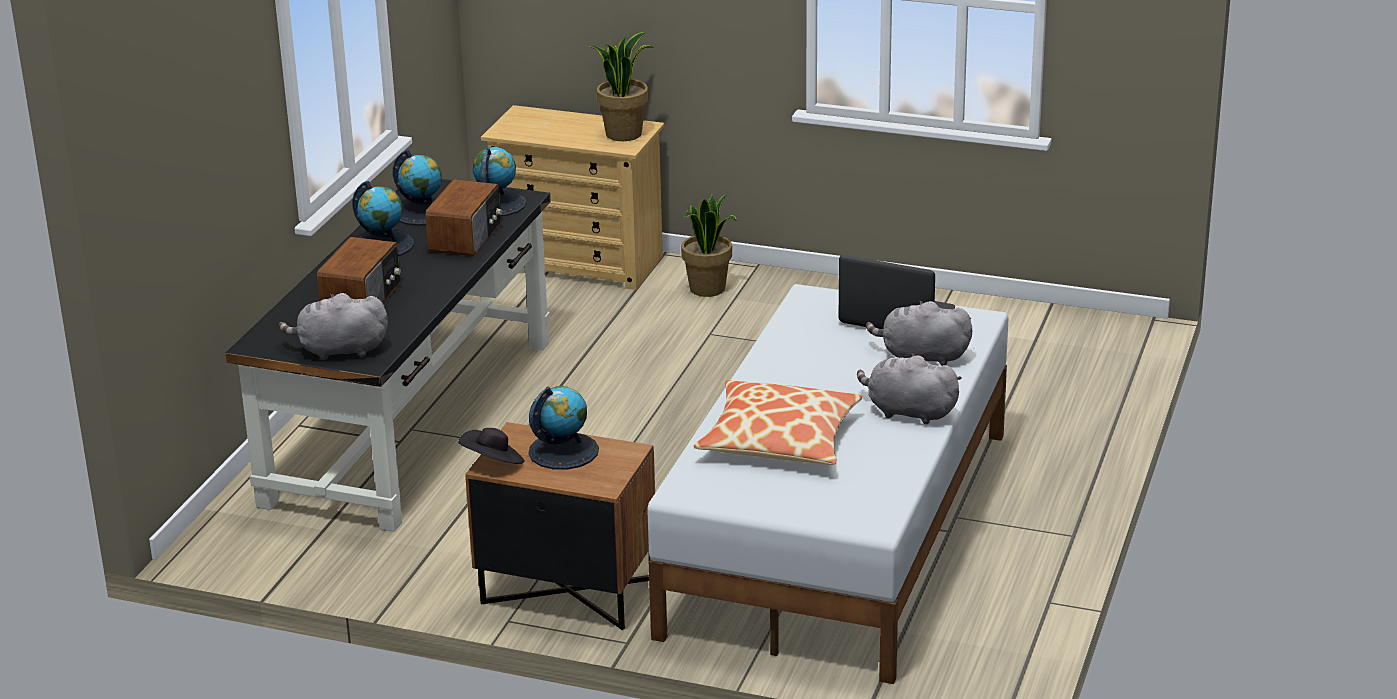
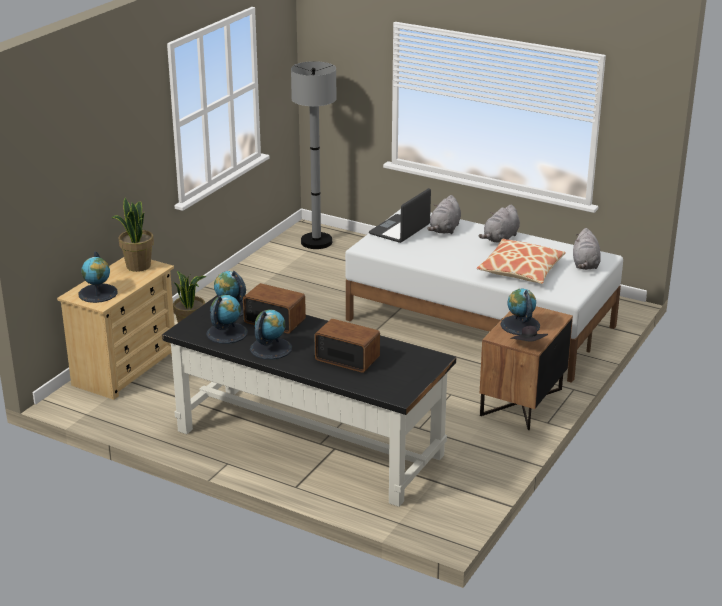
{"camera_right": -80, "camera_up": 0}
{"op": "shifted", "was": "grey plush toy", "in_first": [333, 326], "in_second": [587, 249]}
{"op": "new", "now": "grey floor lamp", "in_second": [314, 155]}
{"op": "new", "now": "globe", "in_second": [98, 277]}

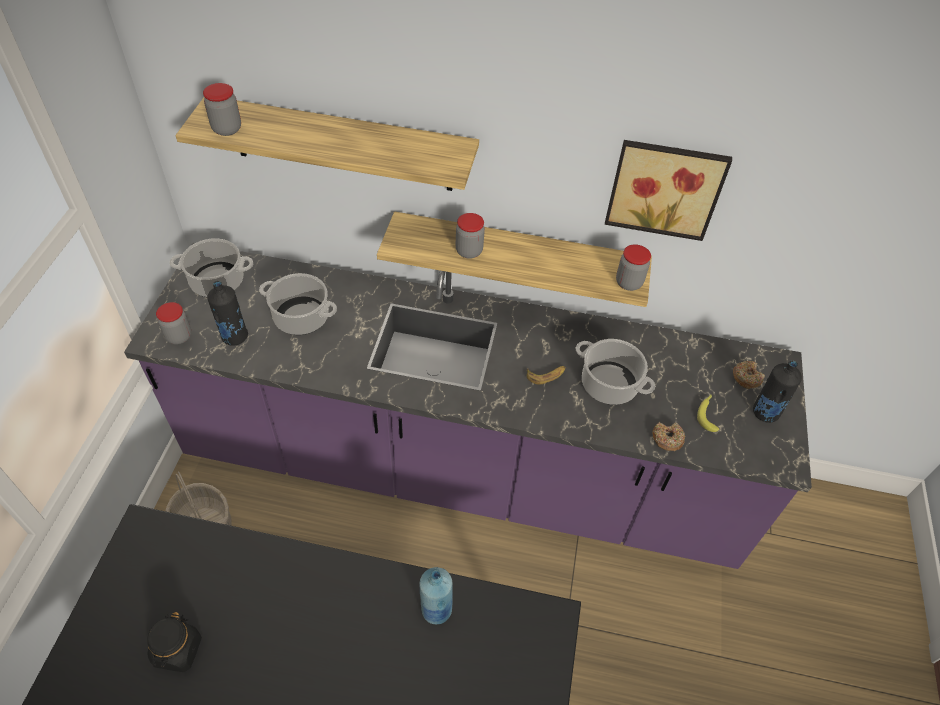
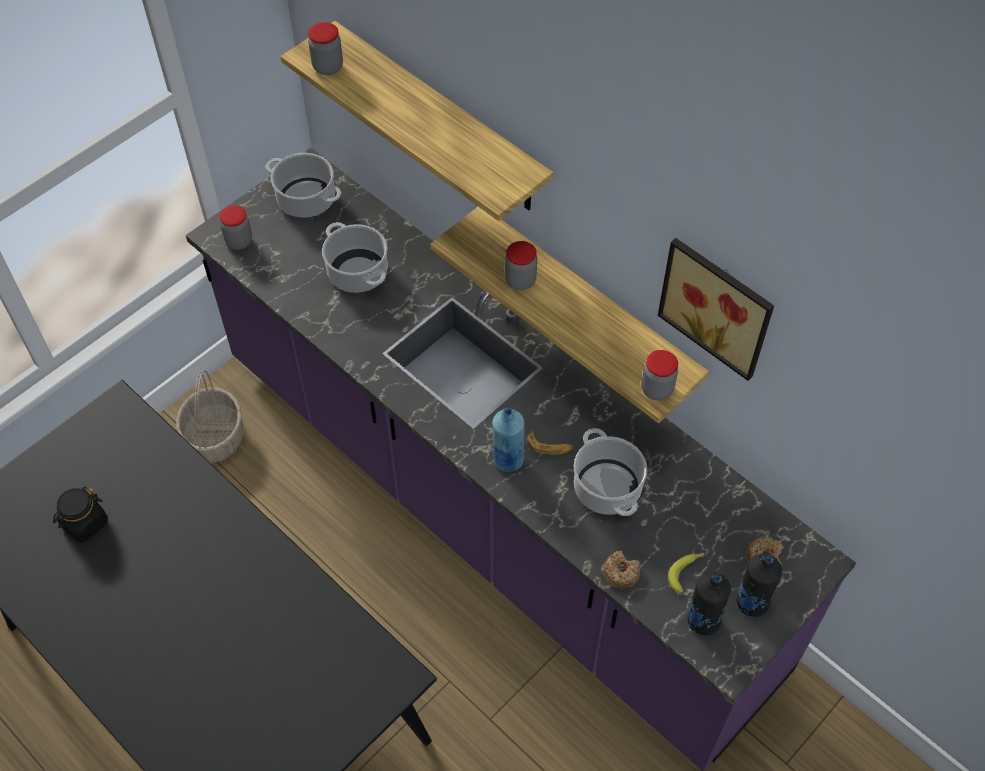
{"camera_right": 35, "camera_up": 5}
{"op": "shifted", "was": "black bottle", "in_first": [227, 313], "in_second": [709, 603]}
{"op": "shifted", "was": "blue bottle", "in_first": [436, 595], "in_second": [508, 440]}

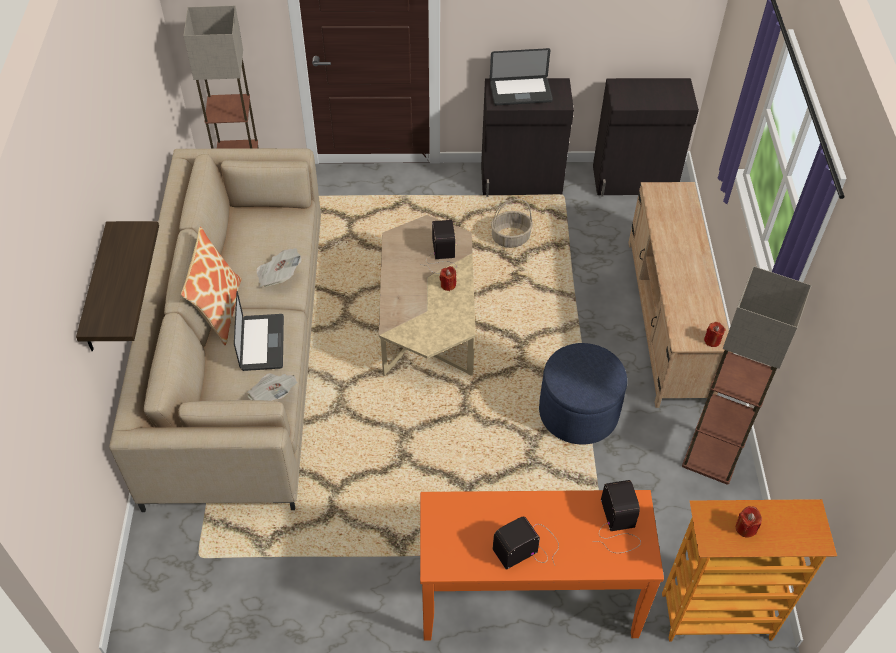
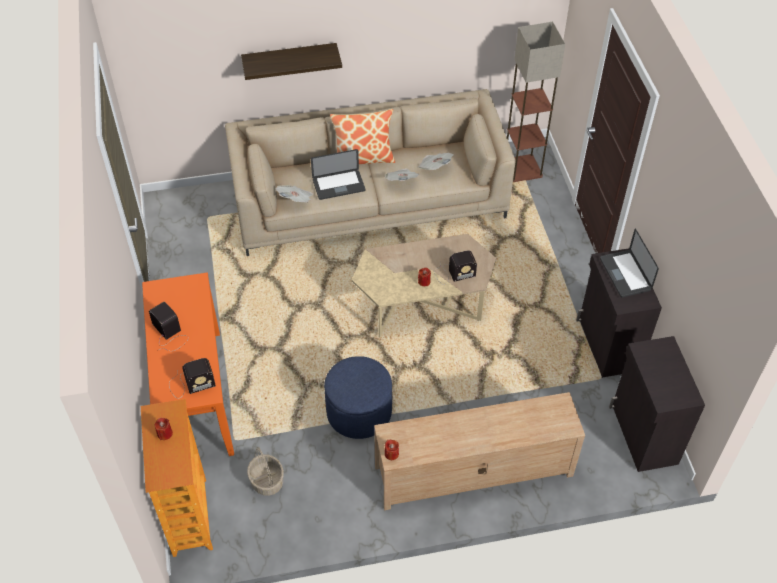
{"camera_right": 80, "camera_up": 0}
{"op": "shifted", "was": "basket", "in_first": [512, 223], "in_second": [265, 471]}
{"op": "gone", "was": "floor lamp", "in_first": [747, 375]}
{"op": "new", "now": "newspaper", "in_second": [436, 161]}

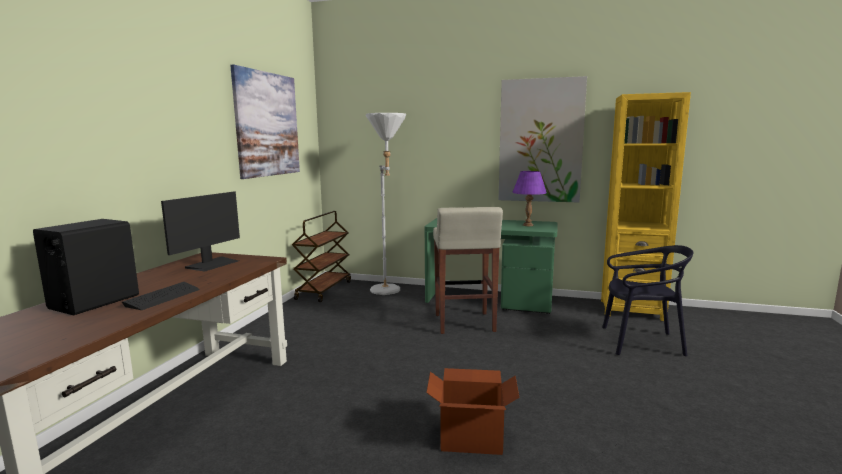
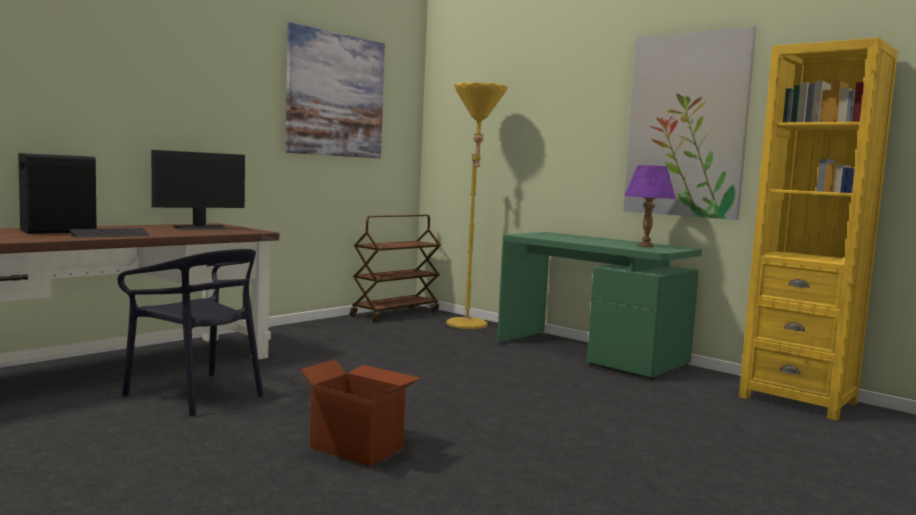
{"camera_right": 25, "camera_up": -5}
{"op": "repainted", "was": "white floor lamp", "now": "yellow floor lamp", "in_first": [386, 204], "in_second": [477, 205]}
{"op": "gone", "was": "beige stool", "in_first": [468, 270]}
{"op": "shifted", "was": "black chair", "in_first": [647, 300], "in_second": [190, 332]}

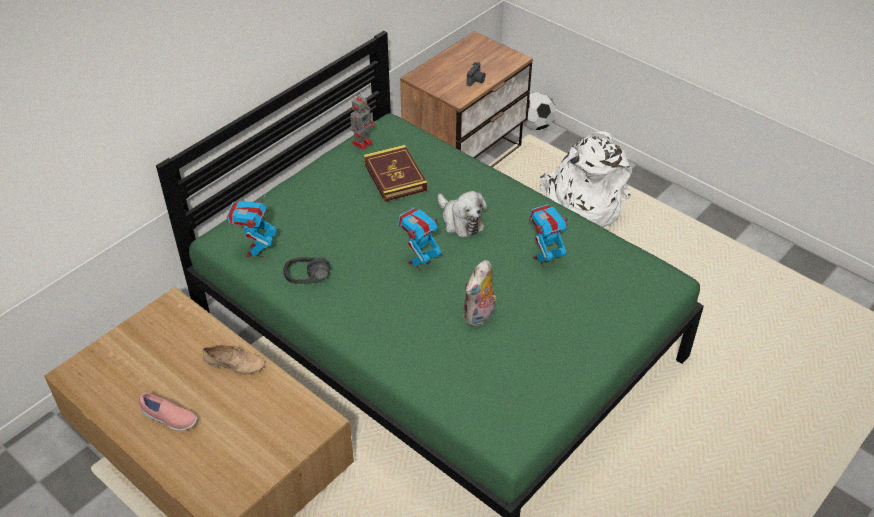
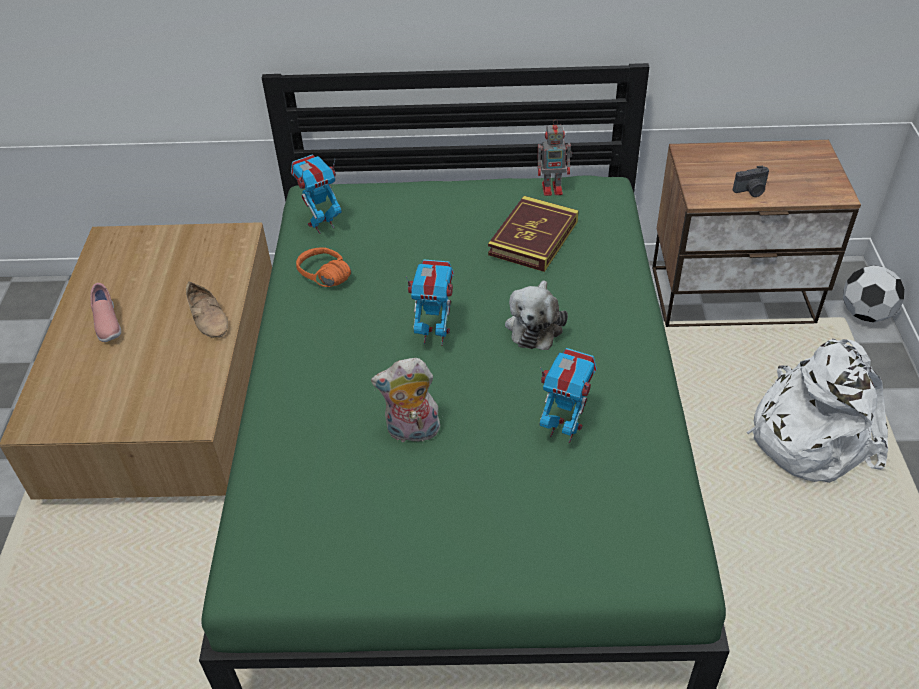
{"camera_right": 50, "camera_up": 0}
{"op": "repainted", "was": "black headphones", "now": "orange headphones", "in_first": [306, 270], "in_second": [323, 267]}

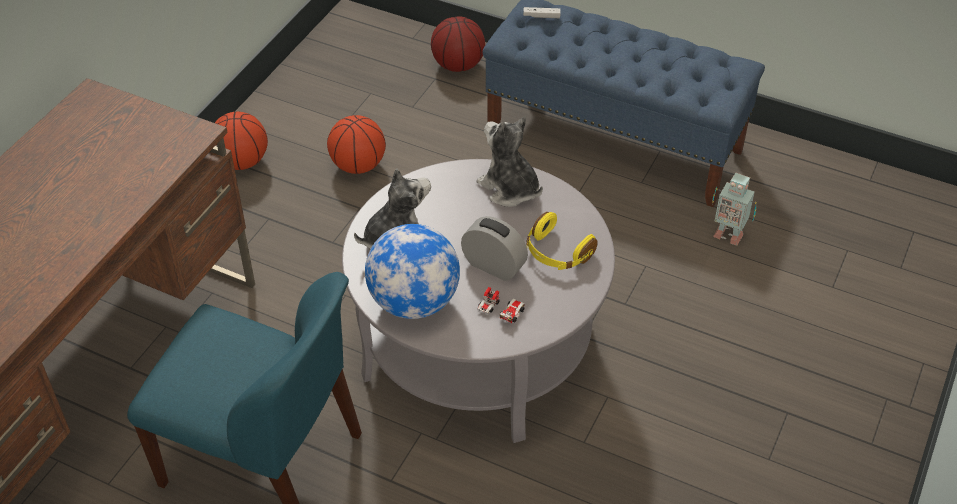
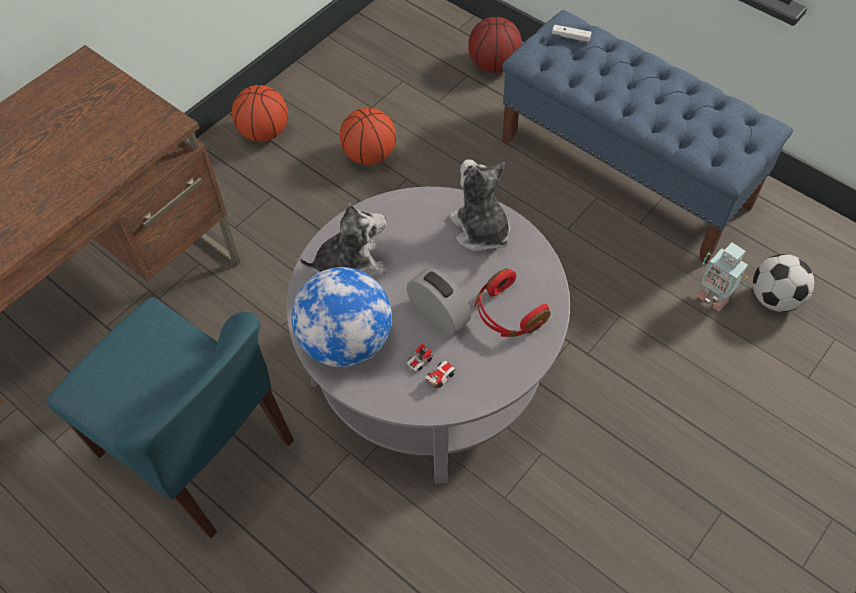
{"camera_right": 15, "camera_up": 10}
{"op": "repainted", "was": "yellow headphones", "now": "red headphones", "in_first": [562, 241], "in_second": [512, 302]}
{"op": "new", "now": "football", "in_second": [783, 283]}

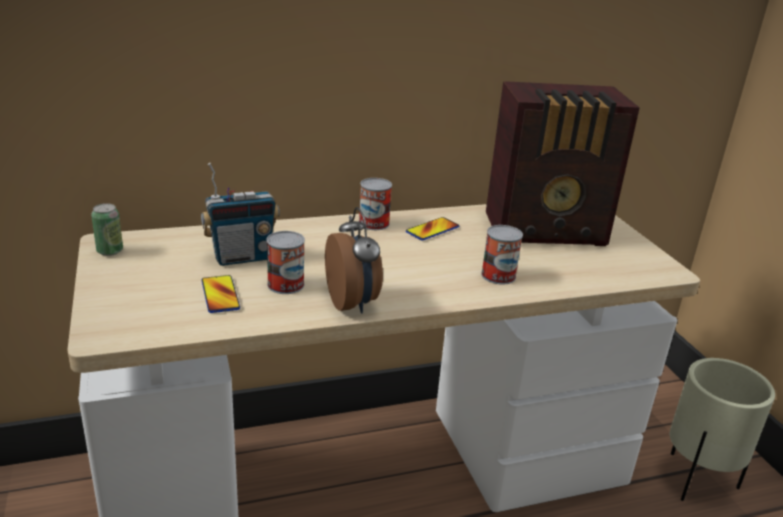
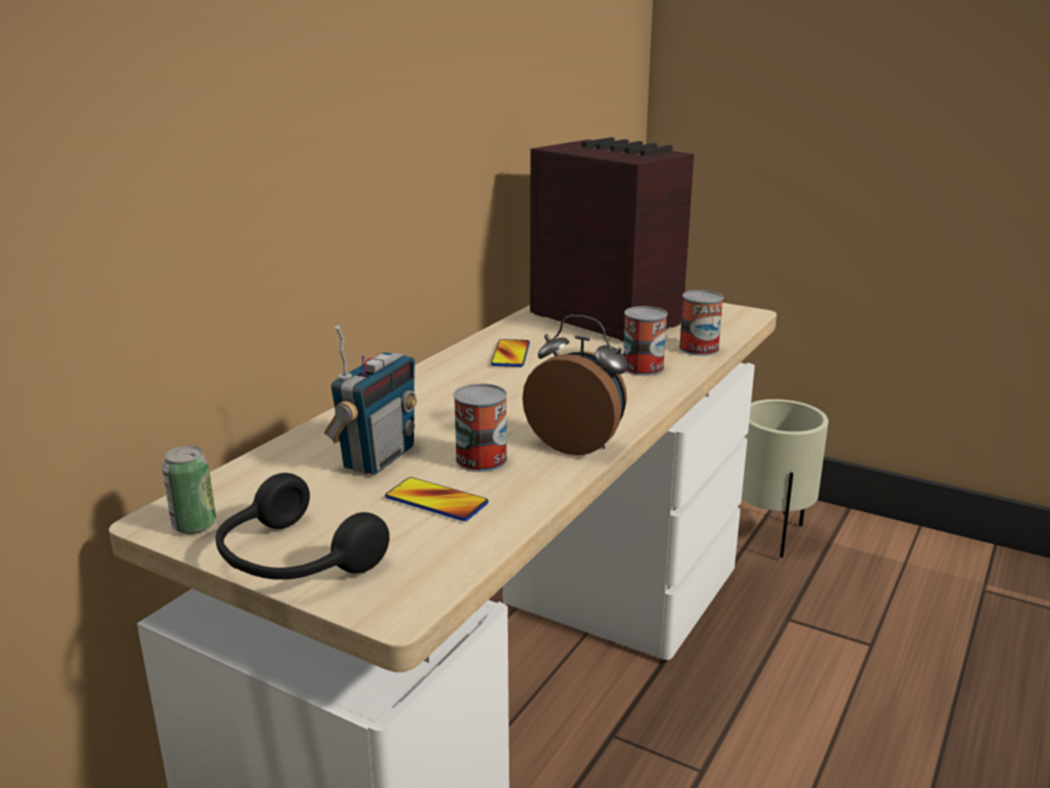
{"camera_right": -40, "camera_up": -5}
{"op": "rotated", "was": "radio", "in_first": [563, 163], "in_second": [612, 239], "clockwise": -90}
{"op": "shifted", "was": "can", "in_first": [375, 204], "in_second": [701, 323]}
{"op": "new", "now": "black headphones", "in_second": [303, 526]}

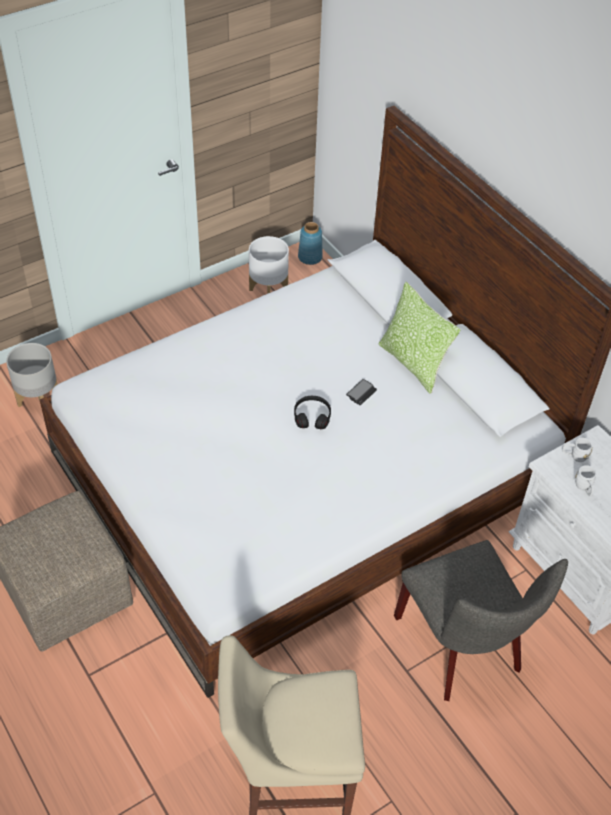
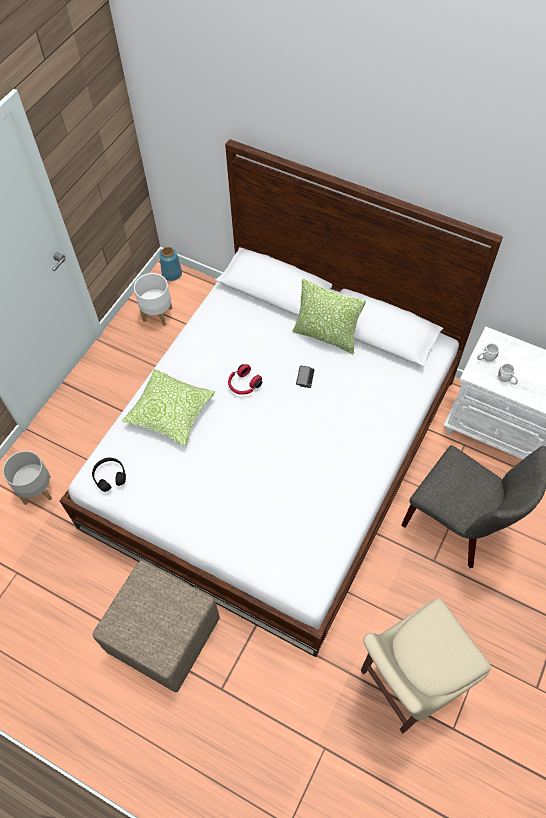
{"camera_right": -25, "camera_up": 10}
{"op": "shifted", "was": "black headphones", "in_first": [312, 412], "in_second": [109, 475]}
{"op": "new", "now": "red headphones", "in_second": [245, 379]}
{"op": "new", "now": "pillow", "in_second": [168, 408]}

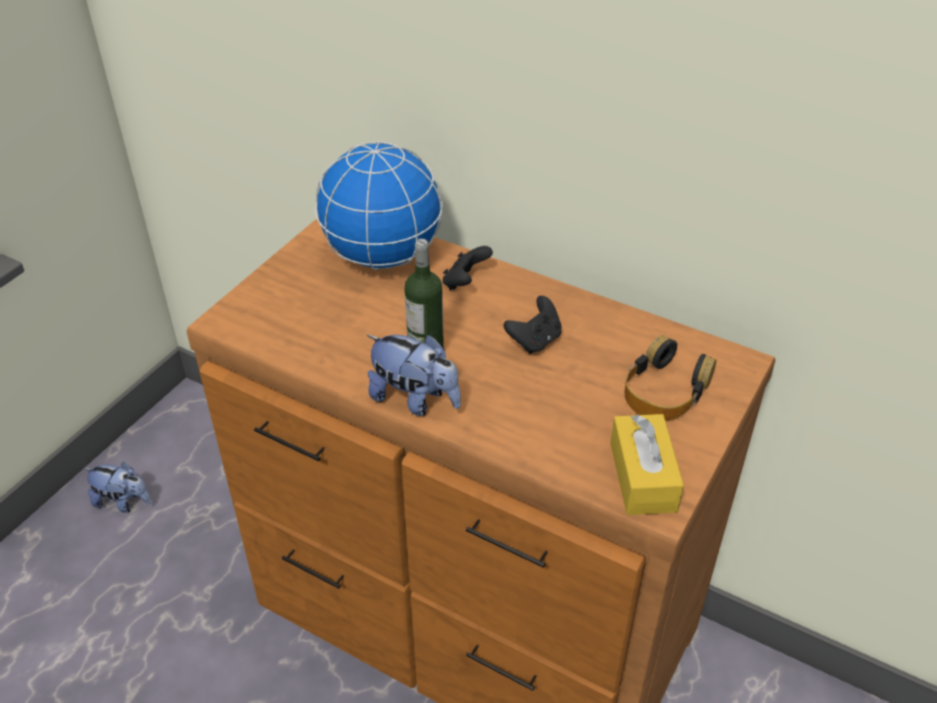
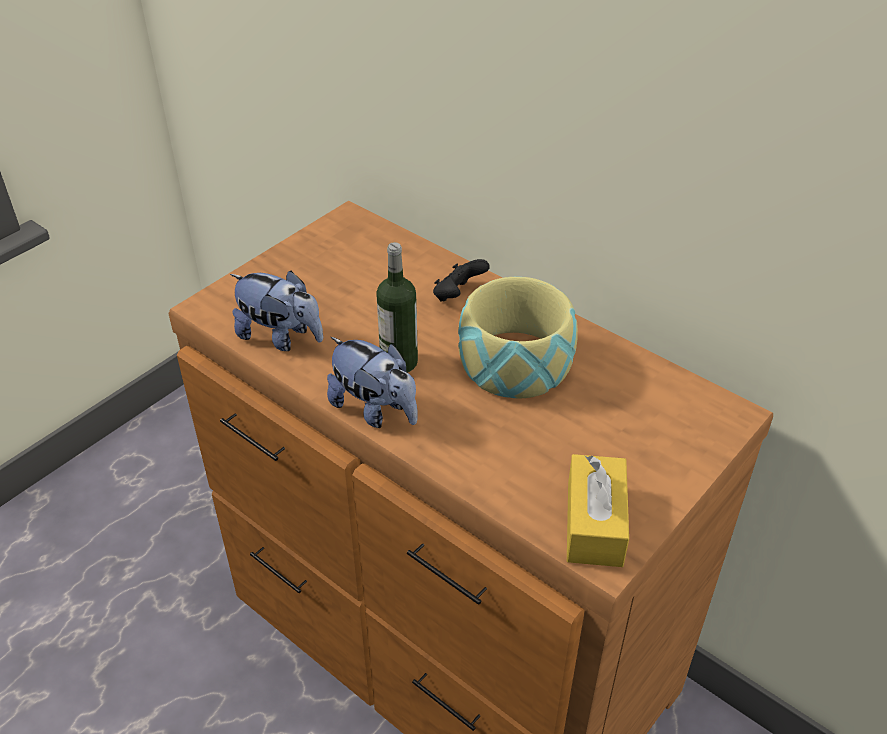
{"camera_right": 10, "camera_up": 0}
{"op": "gone", "was": "globe", "in_first": [379, 205]}
{"op": "swapped", "was": "black game controller", "now": "bowl", "in_first": [533, 325], "in_second": [518, 337]}
{"op": "gone", "was": "headphones", "in_first": [671, 378]}
{"op": "shifted", "was": "plush toy", "in_first": [117, 487], "in_second": [276, 311]}

